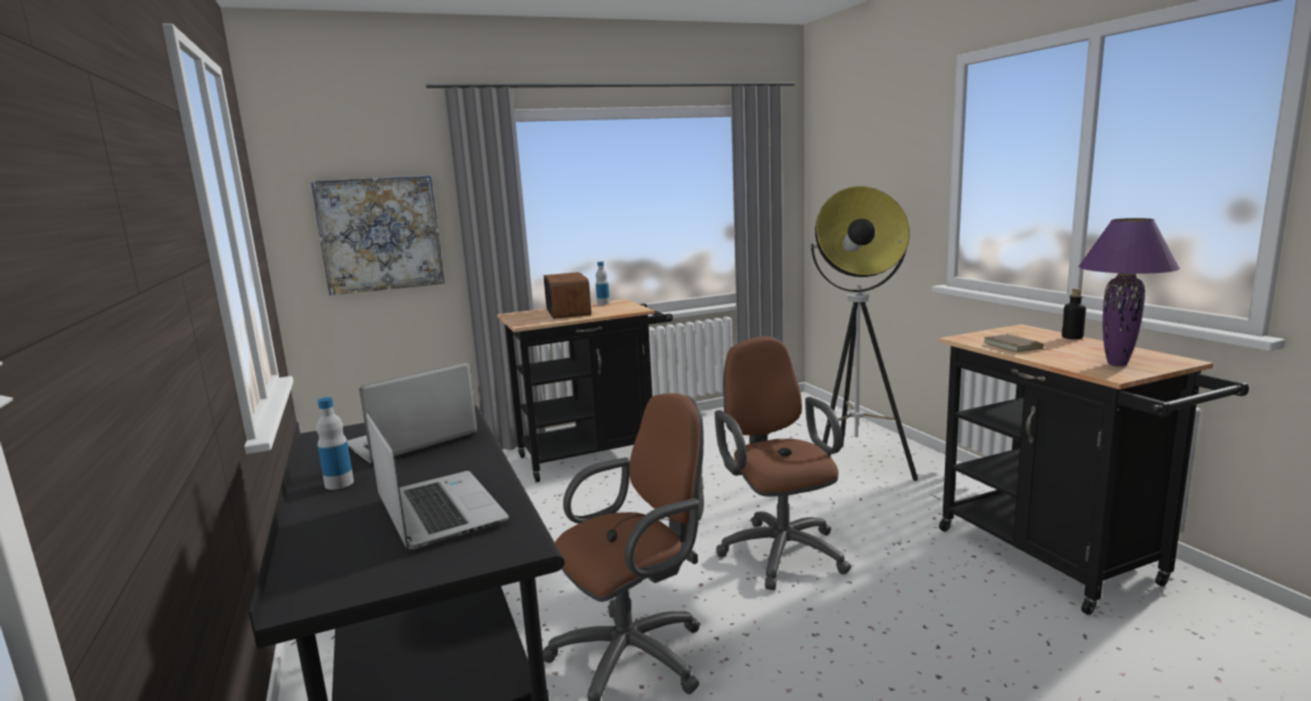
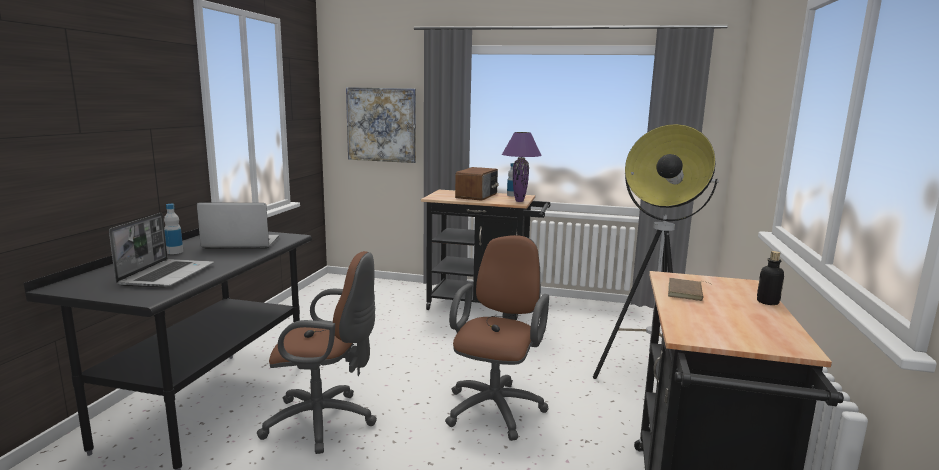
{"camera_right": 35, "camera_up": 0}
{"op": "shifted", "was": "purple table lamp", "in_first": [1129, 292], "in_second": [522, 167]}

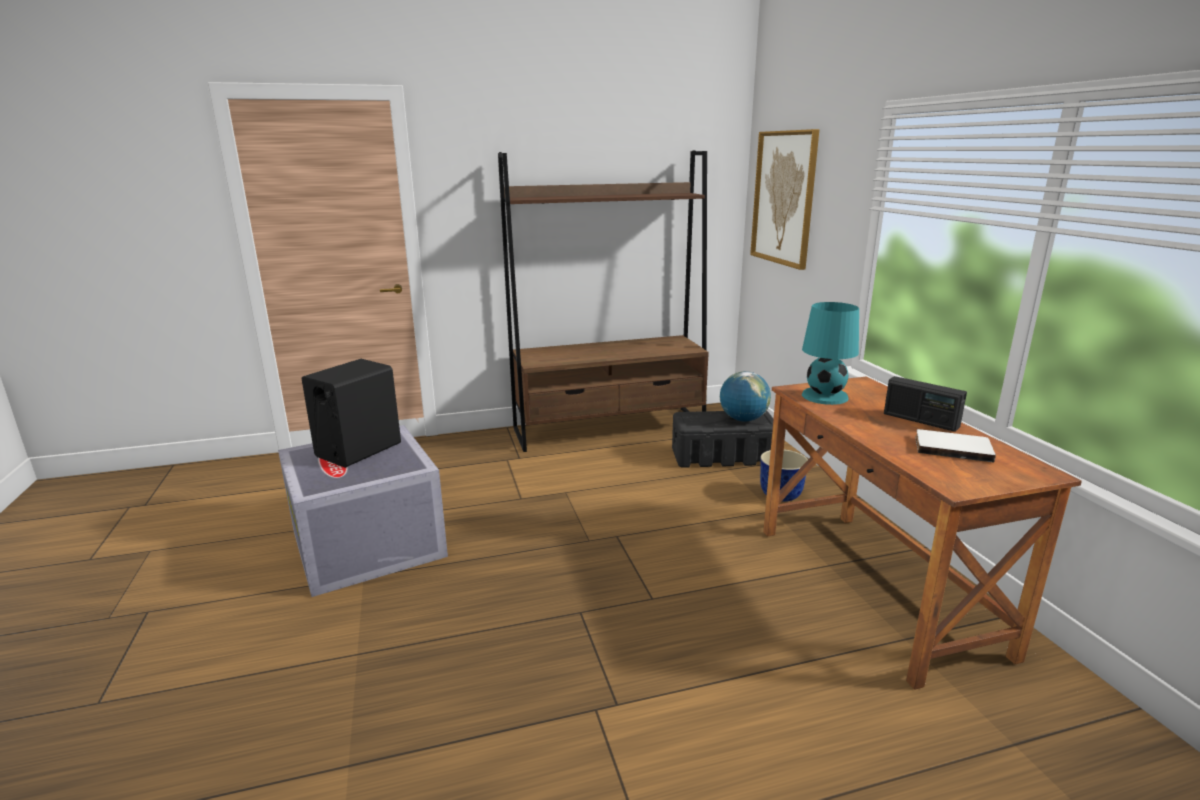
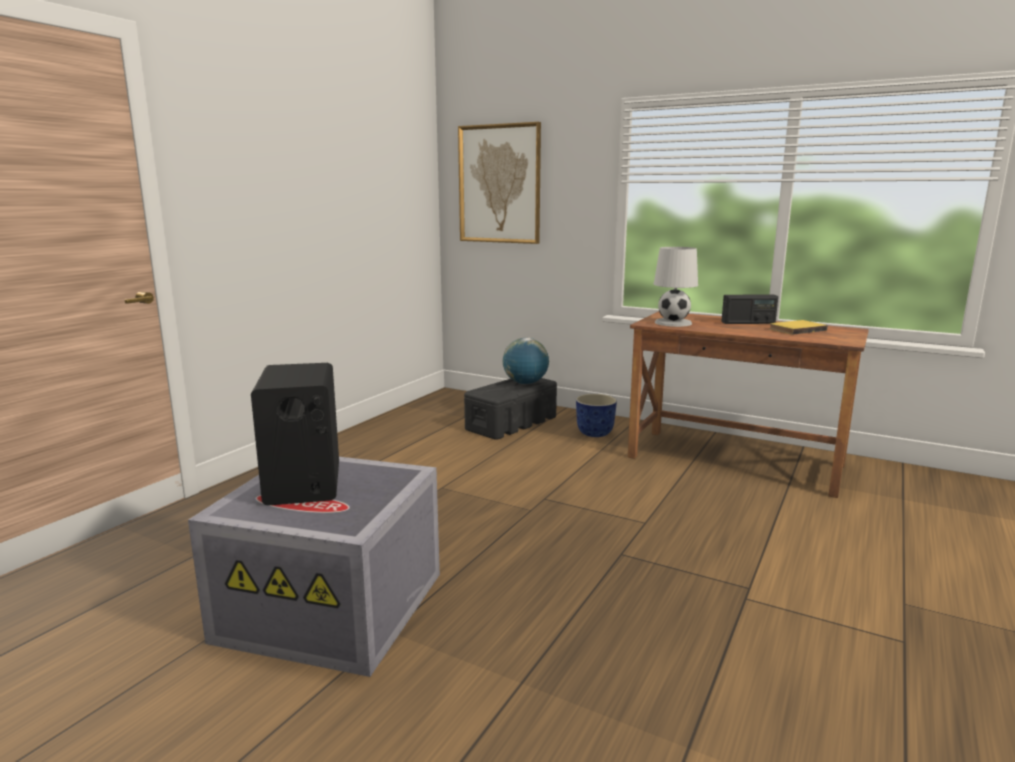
{"camera_right": -45, "camera_up": -5}
{"op": "gone", "was": "brown bookcase", "in_first": [603, 301]}
{"op": "repainted", "was": "turquoise table lamp", "now": "white table lamp", "in_first": [830, 353], "in_second": [676, 287]}
{"op": "repainted", "was": "white book", "now": "yellow book", "in_first": [955, 446], "in_second": [799, 327]}

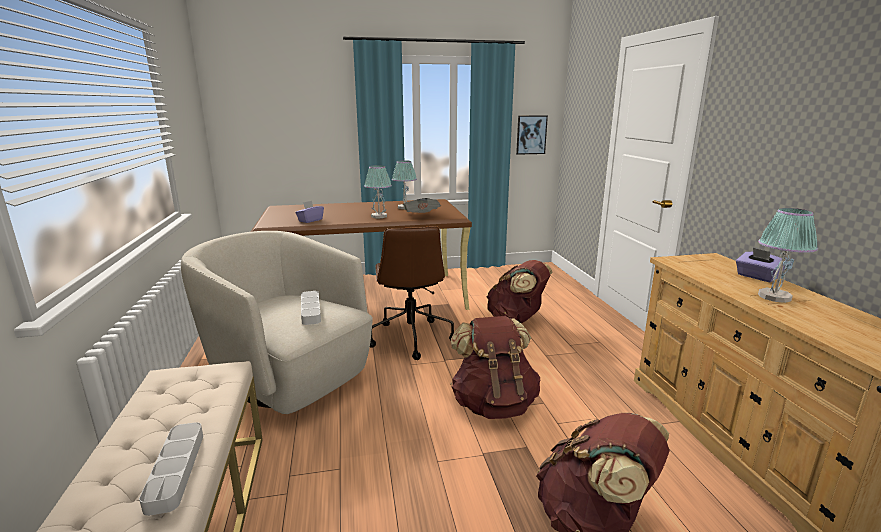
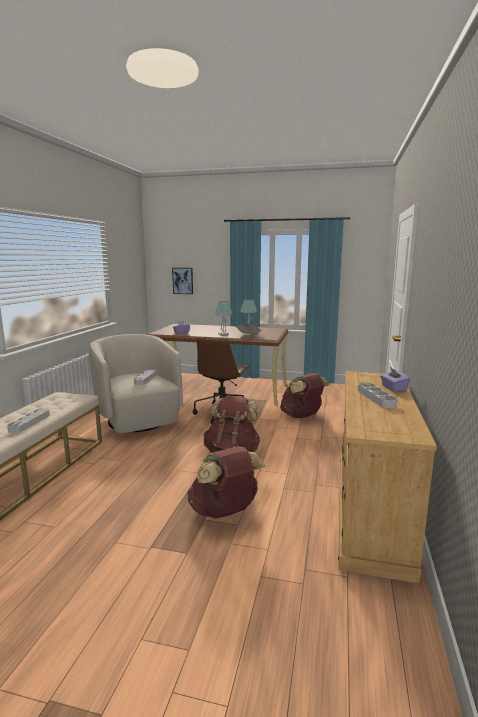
{"camera_right": 25, "camera_up": -5}
{"op": "shifted", "was": "picture", "in_first": [532, 135], "in_second": [182, 281]}
{"op": "swapped", "was": "table lamp", "now": "grey tray", "in_first": [788, 255], "in_second": [377, 395]}

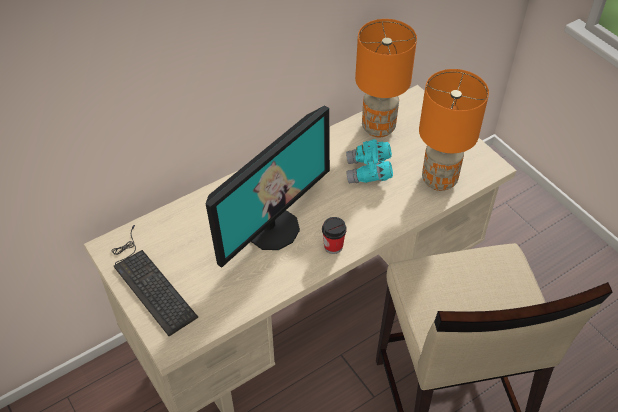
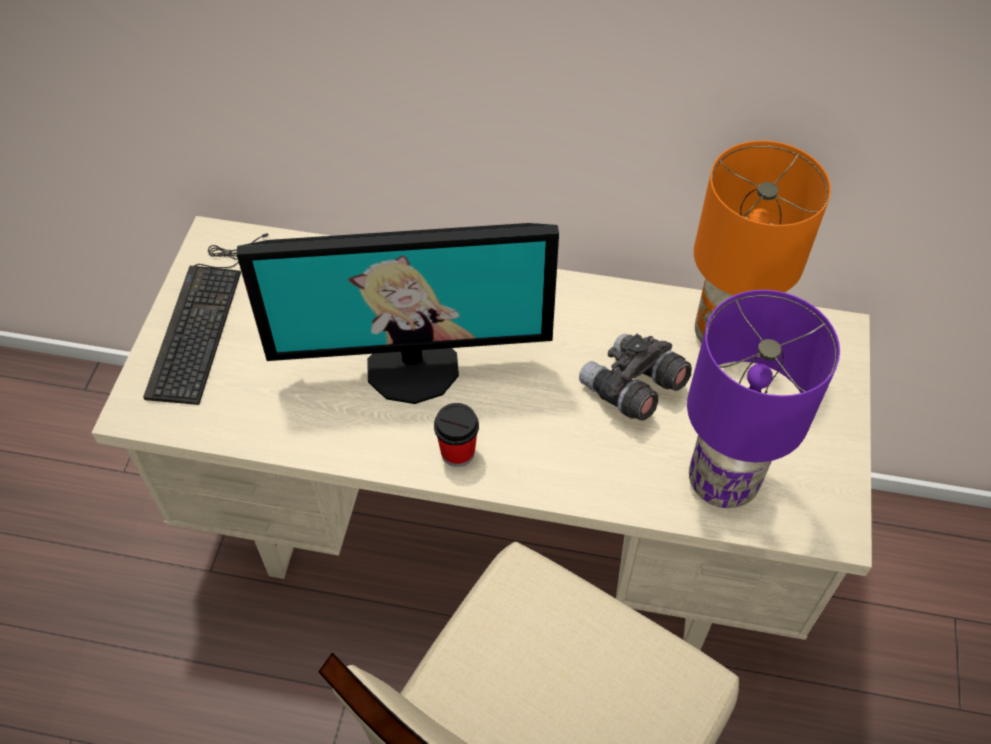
{"camera_right": 45, "camera_up": 5}
{"op": "repainted", "was": "orange table lamp", "now": "purple table lamp", "in_first": [454, 130], "in_second": [763, 399]}
{"op": "repainted", "was": "turquoise binoculars", "now": "grey binoculars", "in_first": [369, 161], "in_second": [635, 377]}

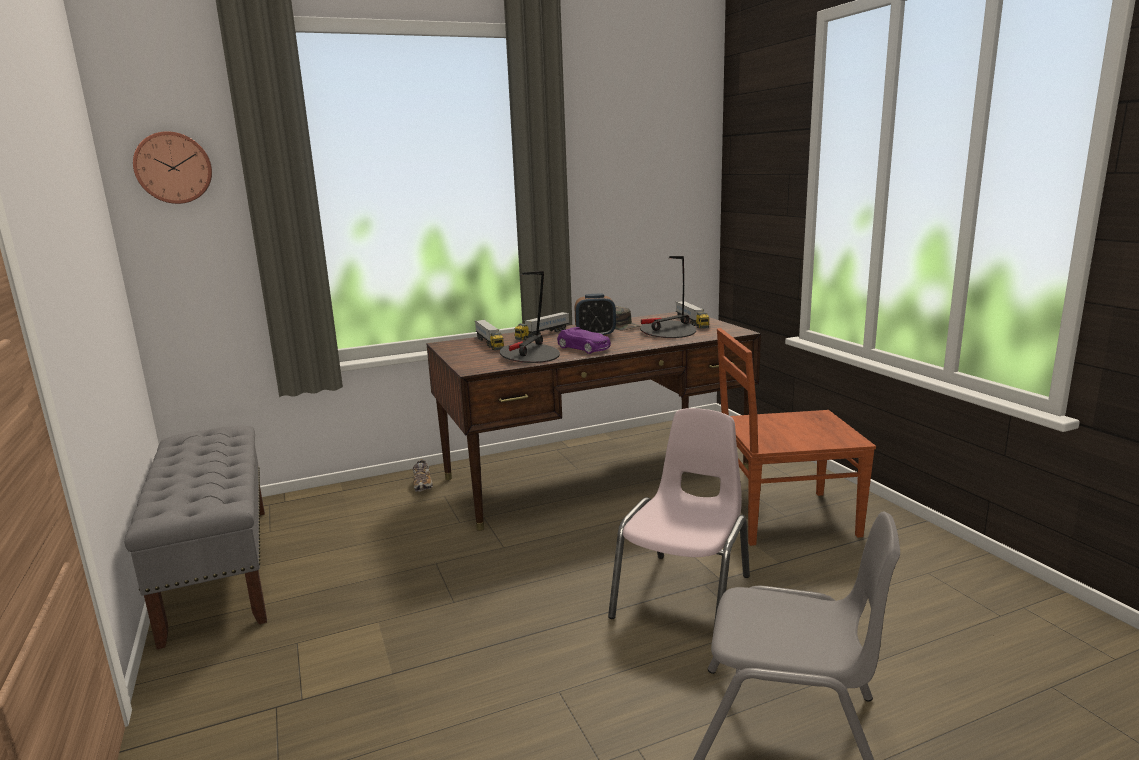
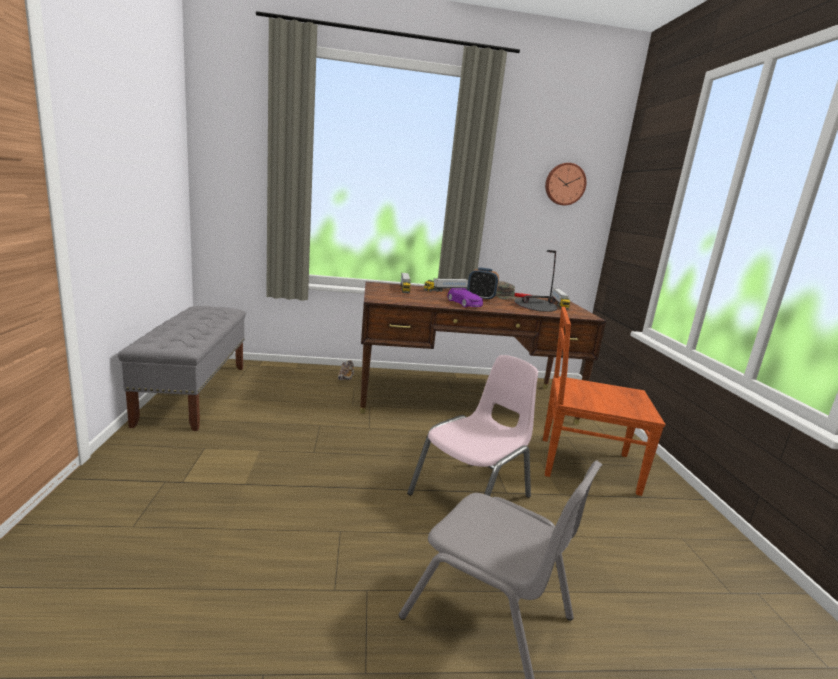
{"camera_right": 15, "camera_up": 0}
{"op": "shifted", "was": "wall clock", "in_first": [172, 167], "in_second": [566, 184]}
{"op": "gone", "was": "table lamp", "in_first": [530, 317]}

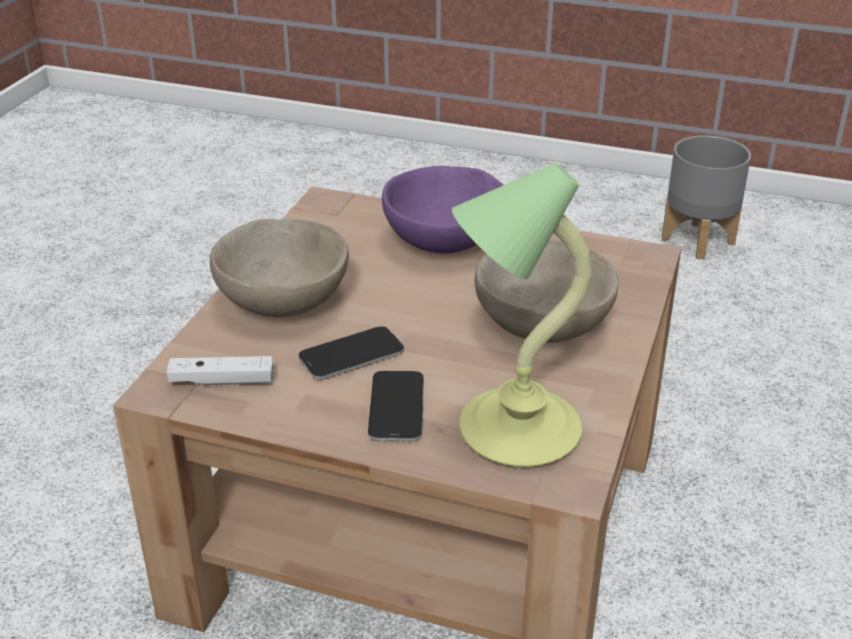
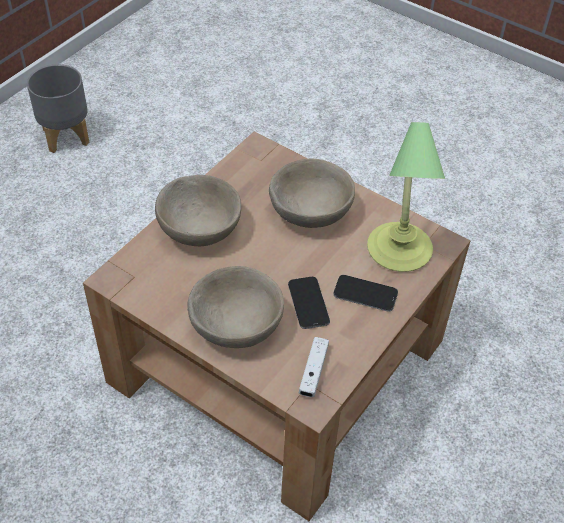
{"camera_right": -75, "camera_up": 15}
{"op": "repainted", "was": "purple bowl", "now": "beige bowl", "in_first": [443, 209], "in_second": [198, 210]}

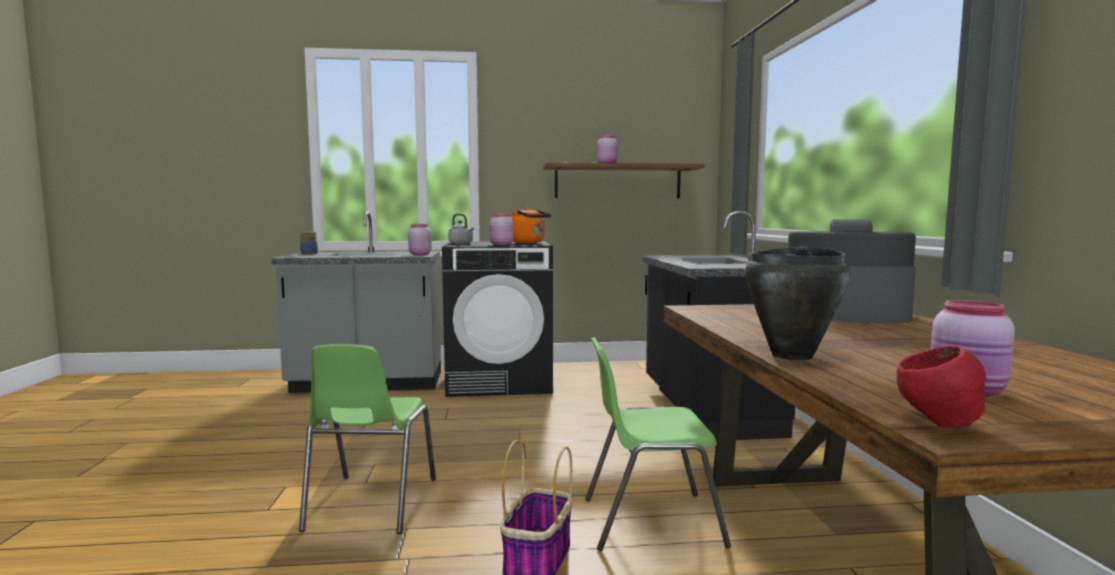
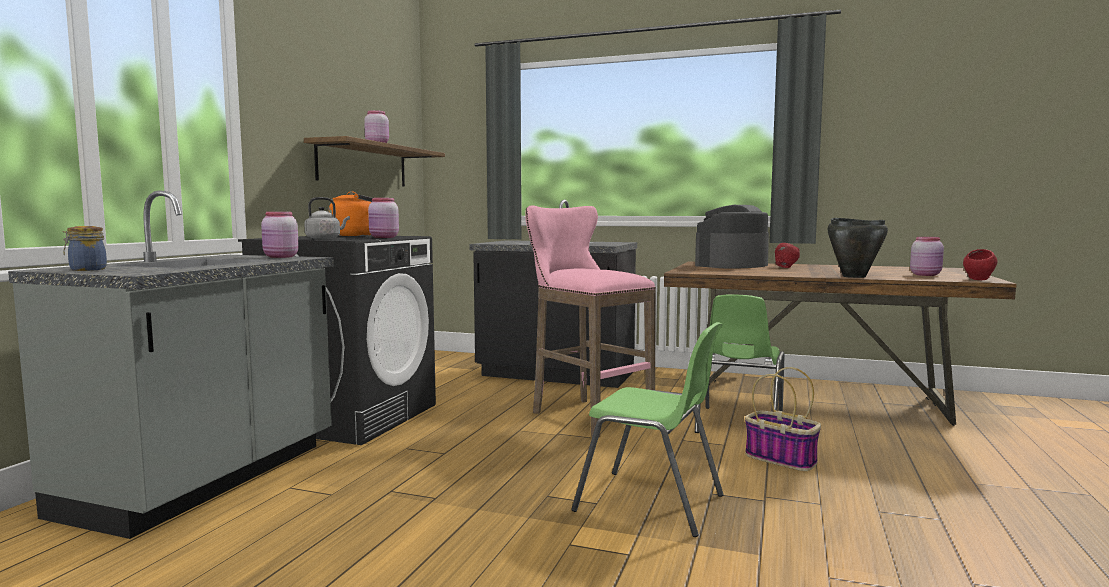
{"camera_right": -65, "camera_up": 0}
{"op": "new", "now": "pink stool", "in_second": [590, 321]}
{"op": "new", "now": "red bowl", "in_second": [787, 255]}

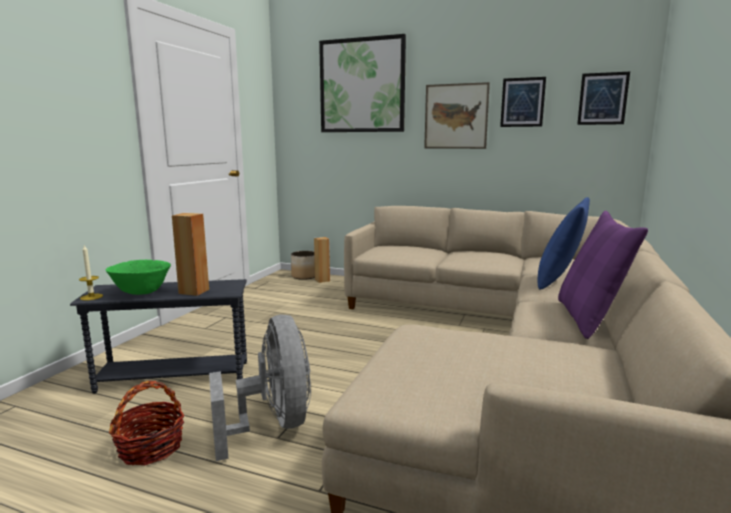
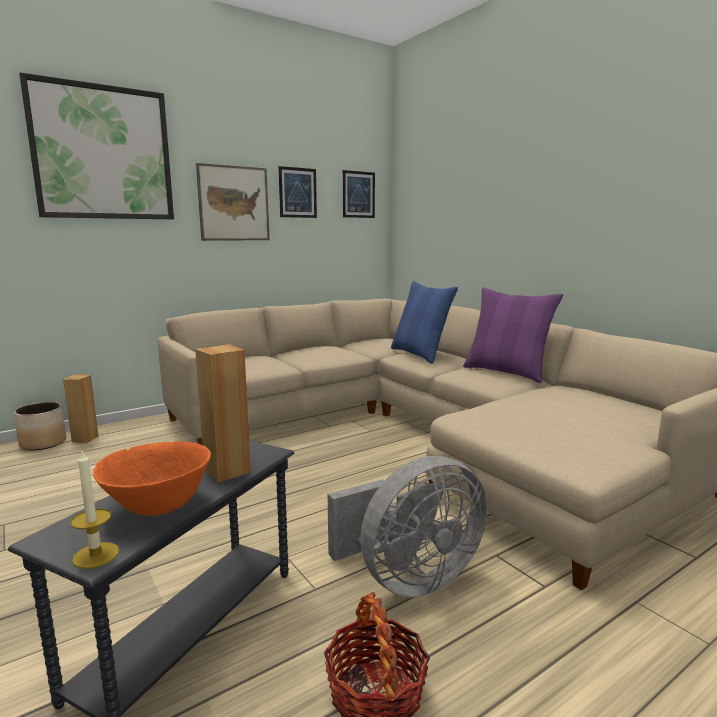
{"camera_right": -55, "camera_up": 0}
{"op": "repainted", "was": "green bowl", "now": "orange bowl", "in_first": [138, 277], "in_second": [152, 478]}
{"op": "rotated", "was": "grey fan", "in_first": [260, 388], "in_second": [407, 526], "clockwise": 135}

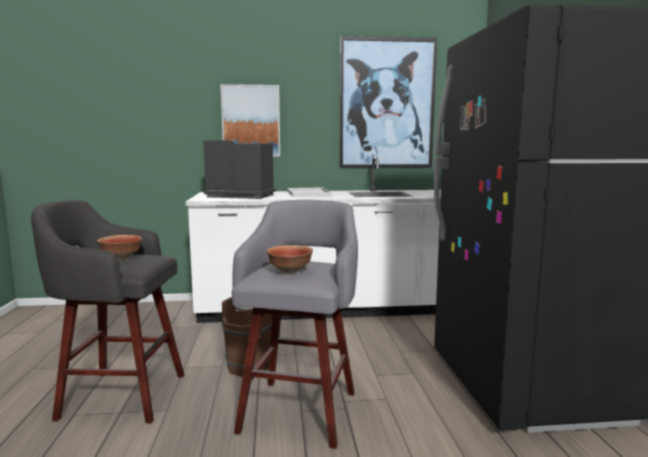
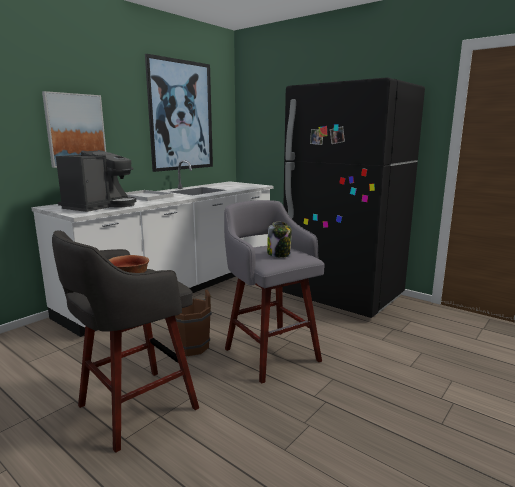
{"camera_right": -45, "camera_up": 5}
{"op": "rotated", "was": "coffee machine", "in_first": [239, 169], "in_second": [96, 181], "clockwise": 150}
{"op": "swapped", "was": "bowl", "now": "jar", "in_first": [290, 259], "in_second": [279, 240]}

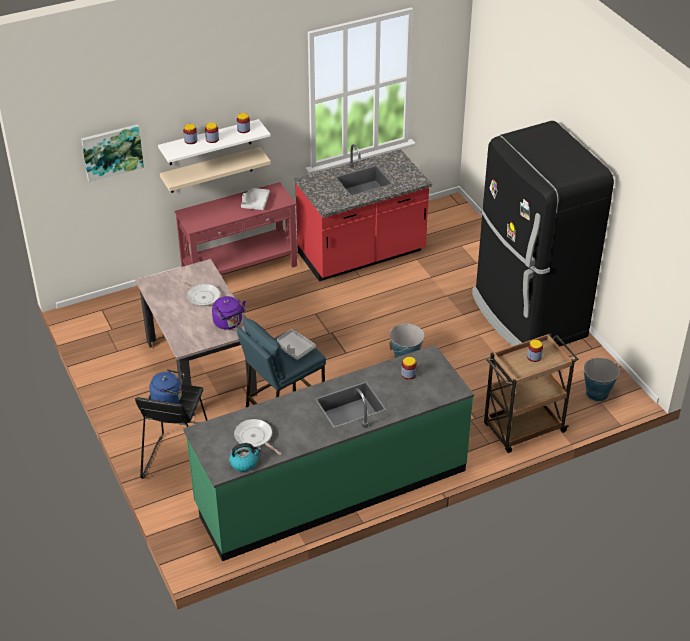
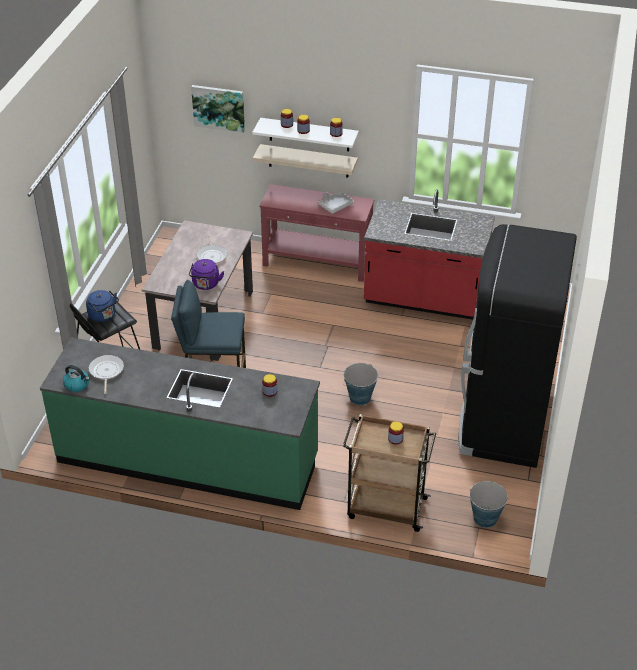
{"camera_right": 40, "camera_up": 0}
{"op": "gone", "was": "grey tray", "in_first": [296, 344]}

